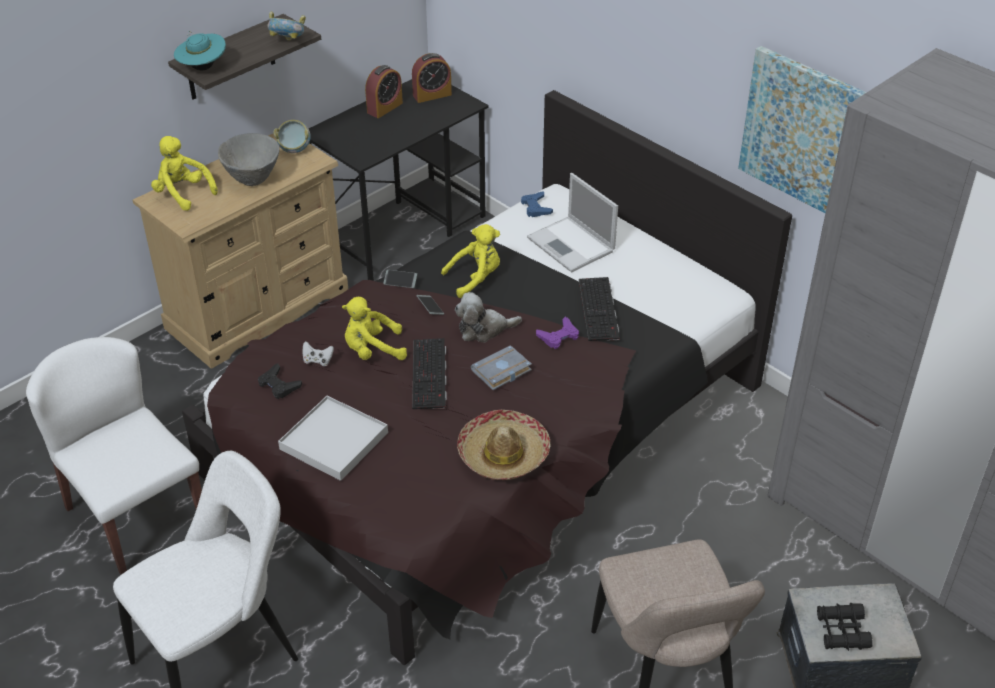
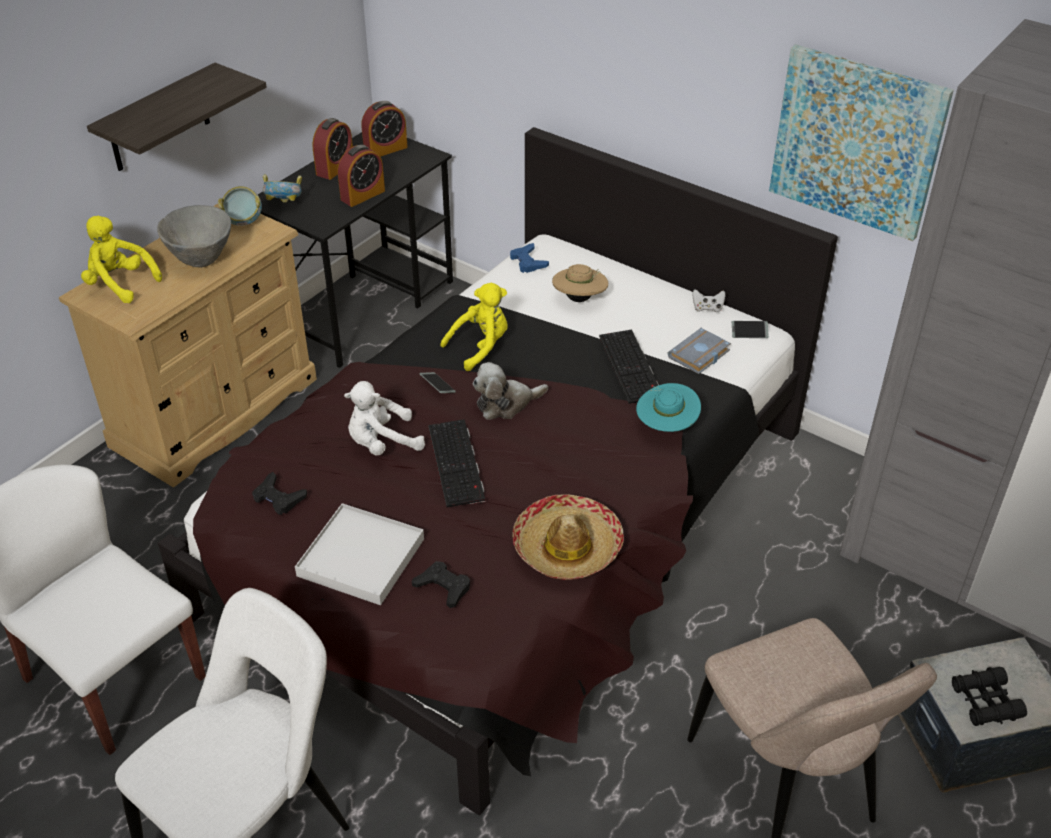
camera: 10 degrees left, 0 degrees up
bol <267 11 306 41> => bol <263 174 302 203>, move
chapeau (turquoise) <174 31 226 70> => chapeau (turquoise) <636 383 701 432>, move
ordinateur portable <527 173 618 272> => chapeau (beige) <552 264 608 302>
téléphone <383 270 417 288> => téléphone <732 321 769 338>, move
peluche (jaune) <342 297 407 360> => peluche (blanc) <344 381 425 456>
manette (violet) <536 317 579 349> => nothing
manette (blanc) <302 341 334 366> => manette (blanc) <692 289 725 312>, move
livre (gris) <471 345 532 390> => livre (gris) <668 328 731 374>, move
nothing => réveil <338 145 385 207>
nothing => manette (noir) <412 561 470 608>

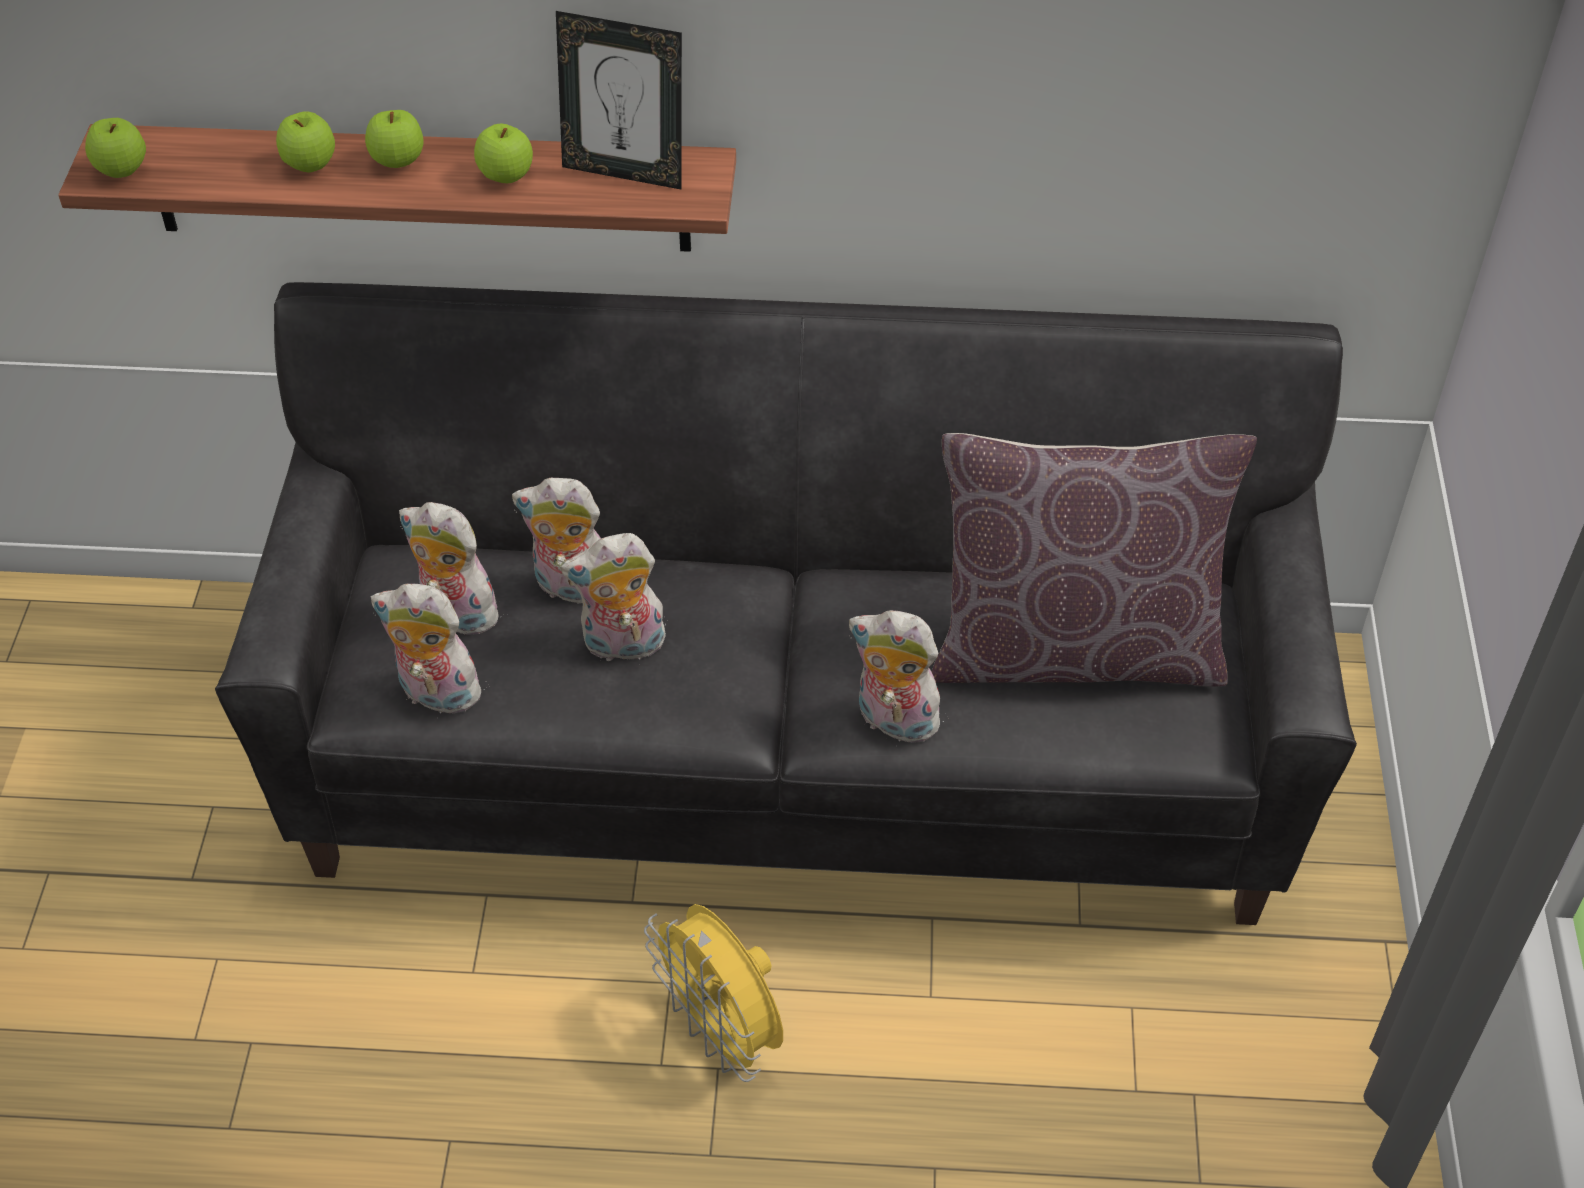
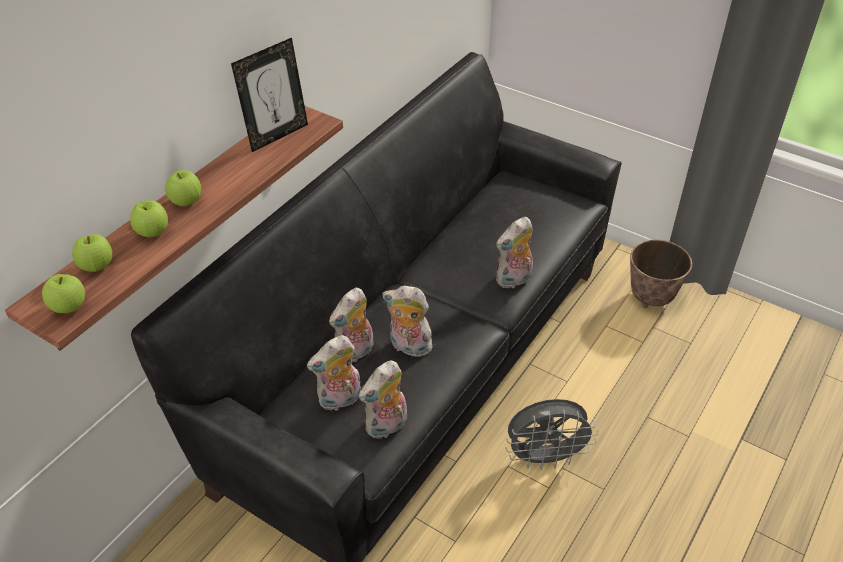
camera: 60 degrees left, 5 degrees down
pomme <474 123 533 183> => pomme <72 234 113 272>, move
coussin (marron) <932 433 1257 687> => nothing
peluche <561 533 666 665> => peluche <382 285 432 357>, 90 degrees clockwise
ventilateur (jaune) <644 904 783 1082> => ventilateur (gris) <505 399 598 470>
nothing => cache-pot <630 240 692 308>

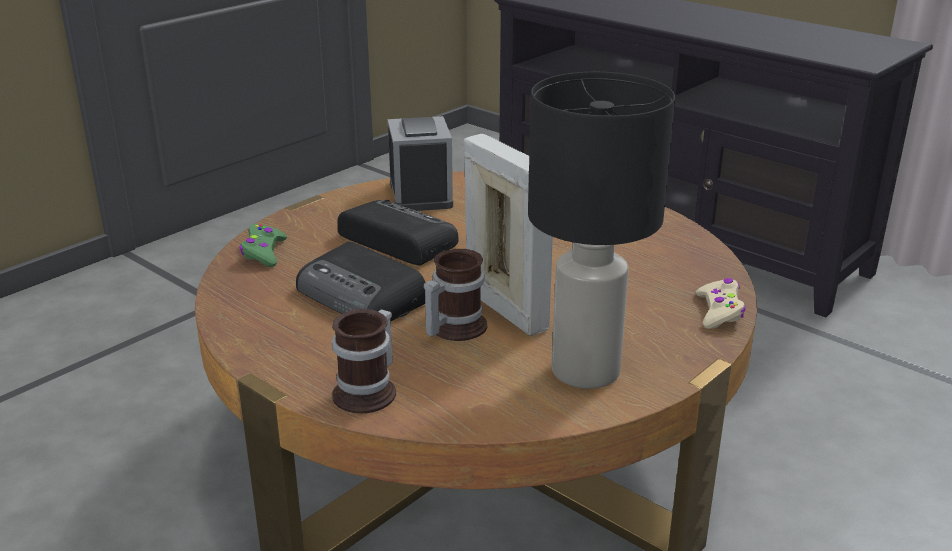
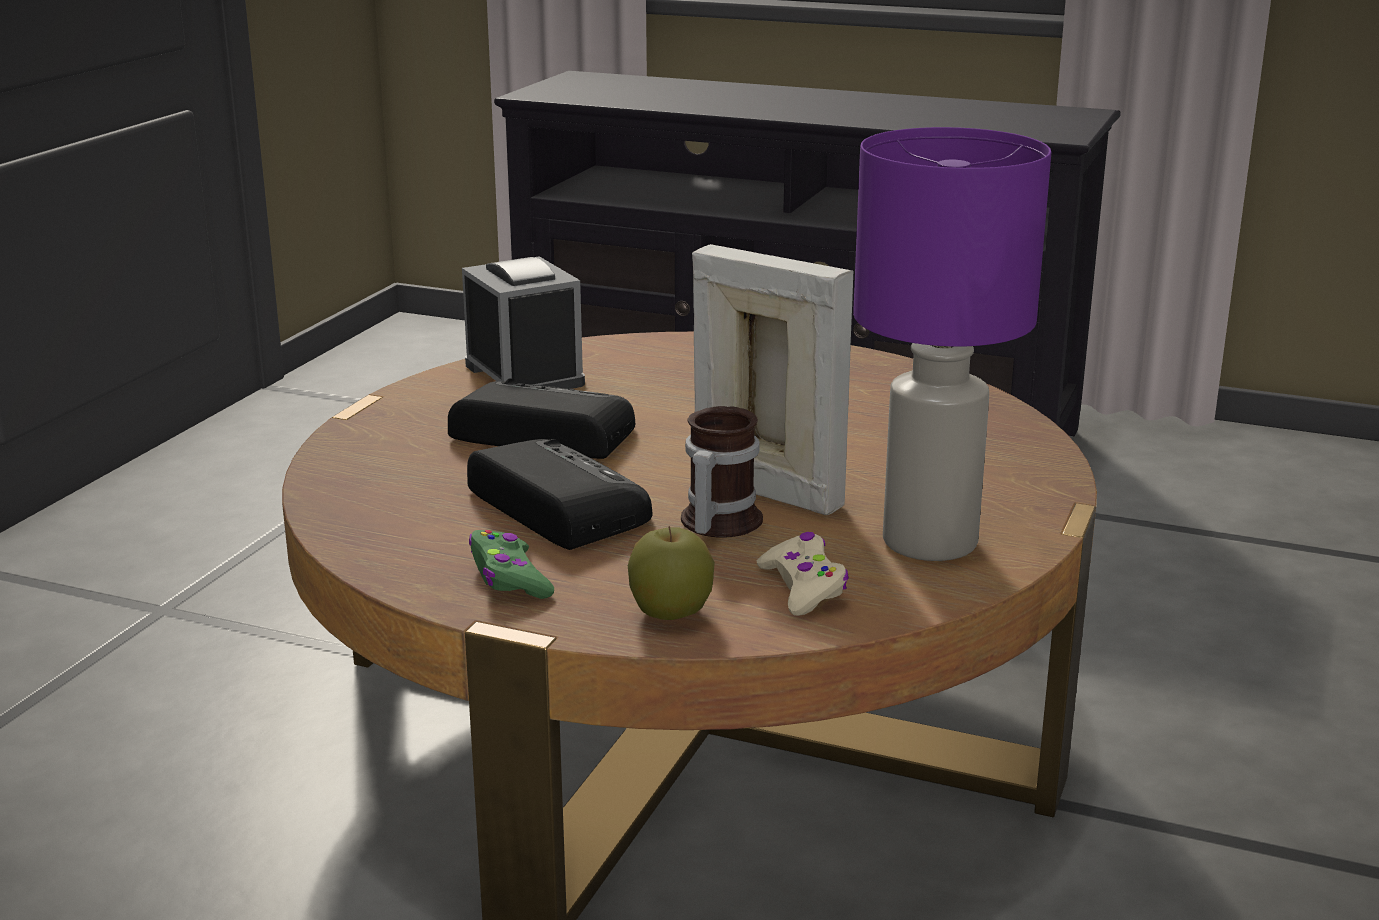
camera: 20 degrees left, 5 degrees down
lampe de table (noir) <528 72 675 389> => lampe de table (violet) <853 127 1051 561>
manette (vert) <239 224 287 267> => manette (vert) <469 530 554 599>, move
radio <296 242 426 321> => radio <467 439 652 550>, 150 degrees counterclockwise
manette (beige) <696 278 745 329> => manette (beige) <757 532 849 616>, move
mug <332 309 396 414> => pomme <628 526 715 620>

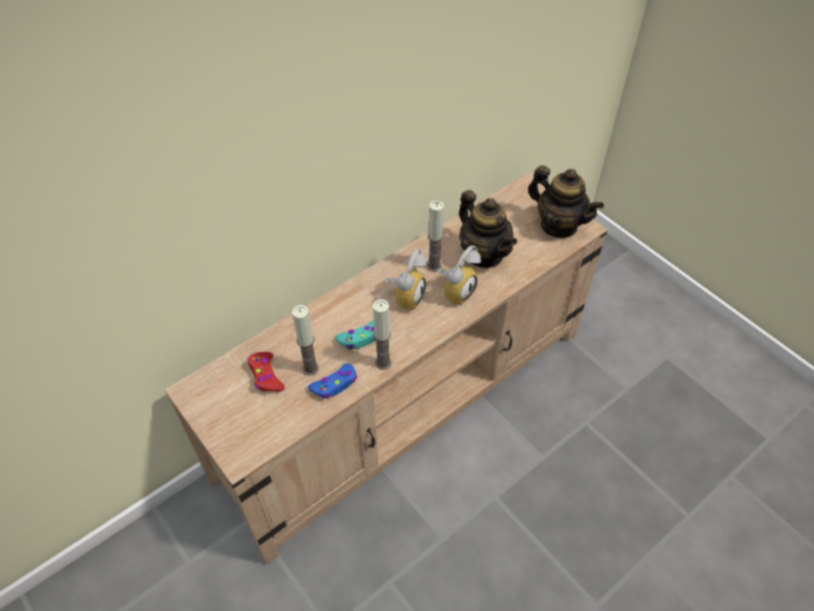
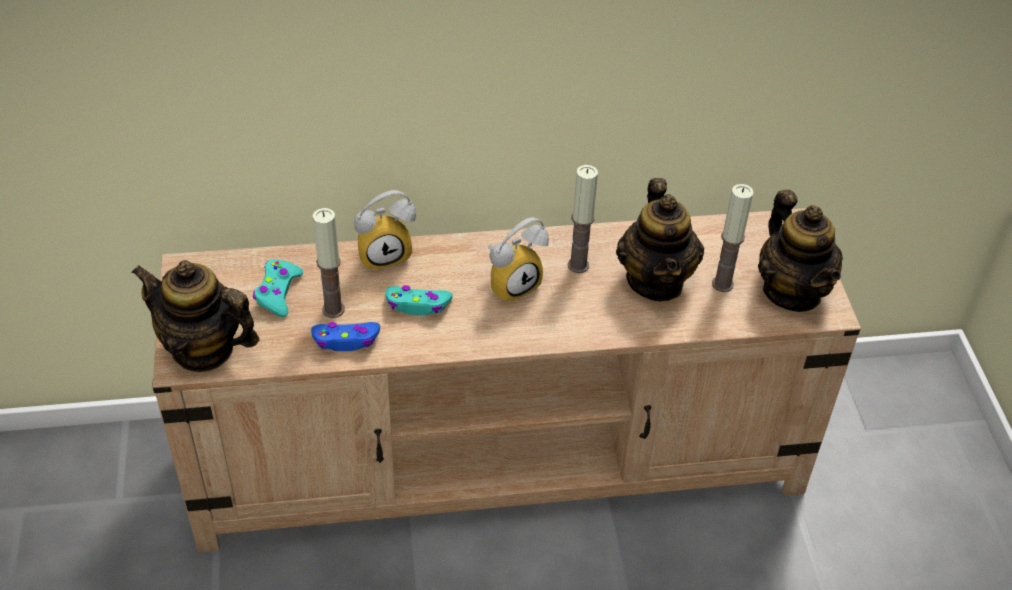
camera: 30 degrees right, 5 degrees down
réveil <438 246 481 305> => réveil <354 190 416 272>, move
bougie <373 299 392 370> => bougie <712 184 754 292>, move
manette (rouge) <248 352 285 392> => manette (turquoise) <253 259 303 317>
nothing => théière <131 260 259 372>

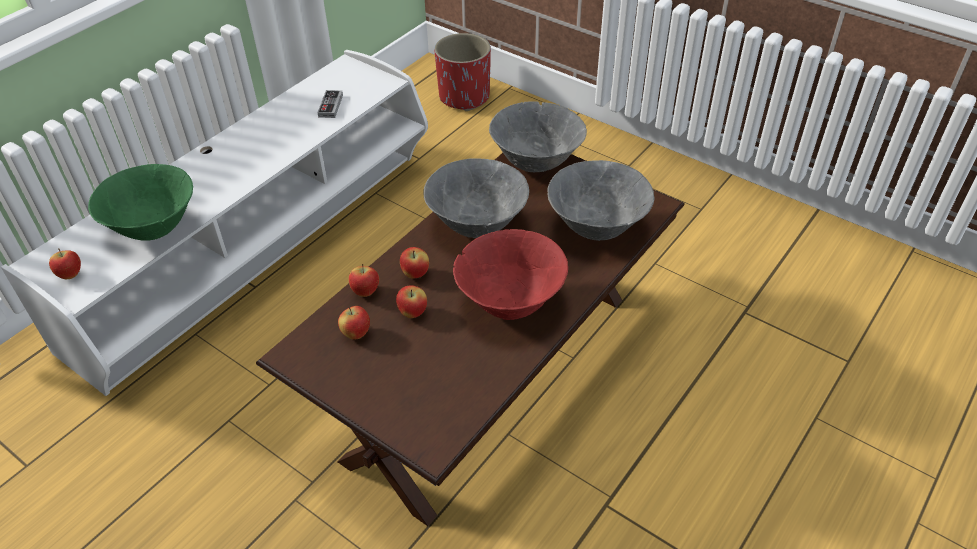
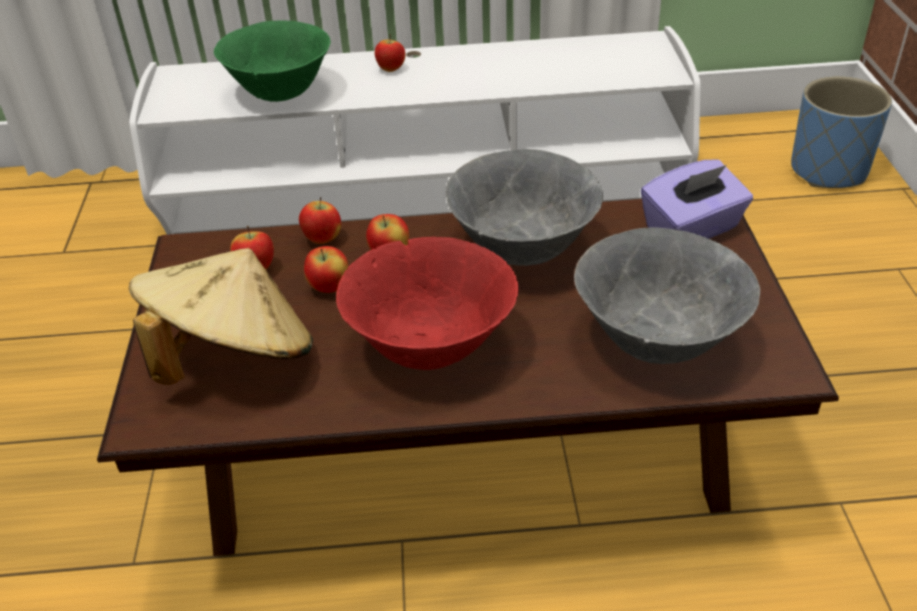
camera: 50 degrees right, 5 degrees down
cache-pot (rouge) <434 33 491 111> => cache-pot (bleu) <791 76 892 188>
manette <317 90 343 118> => nothing
bol (gris) <489 101 587 172> => boîte à mouchoirs (violet) <641 160 753 239>
pomme <49 248 81 279> => pomme <375 34 405 72>, move
nothing => chapeau (beige) <128 248 313 385>

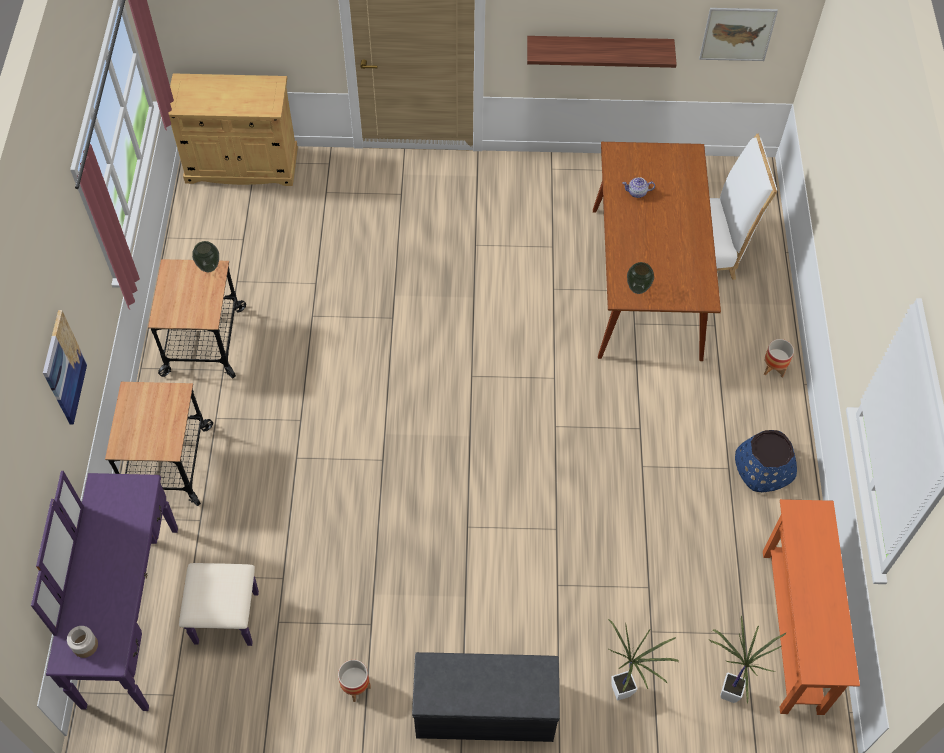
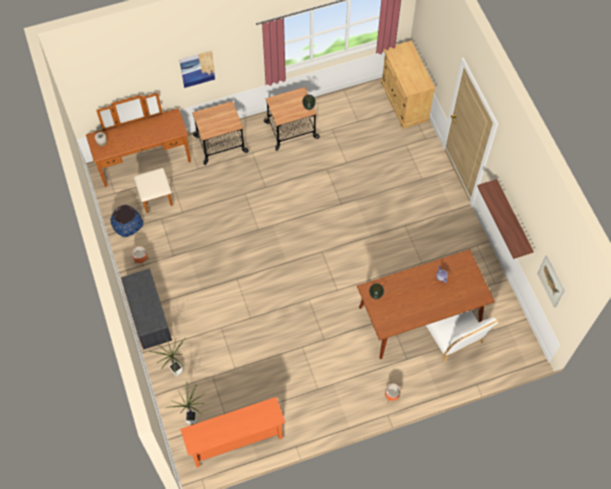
camera: 70 degrees right, 5 degrees up
cache-pot (bleu) <735 430 797 492> => cache-pot (bleu) <110 205 143 237>, move
commode (violet) <31 471 259 711> => commode (marron) <86 93 191 213>

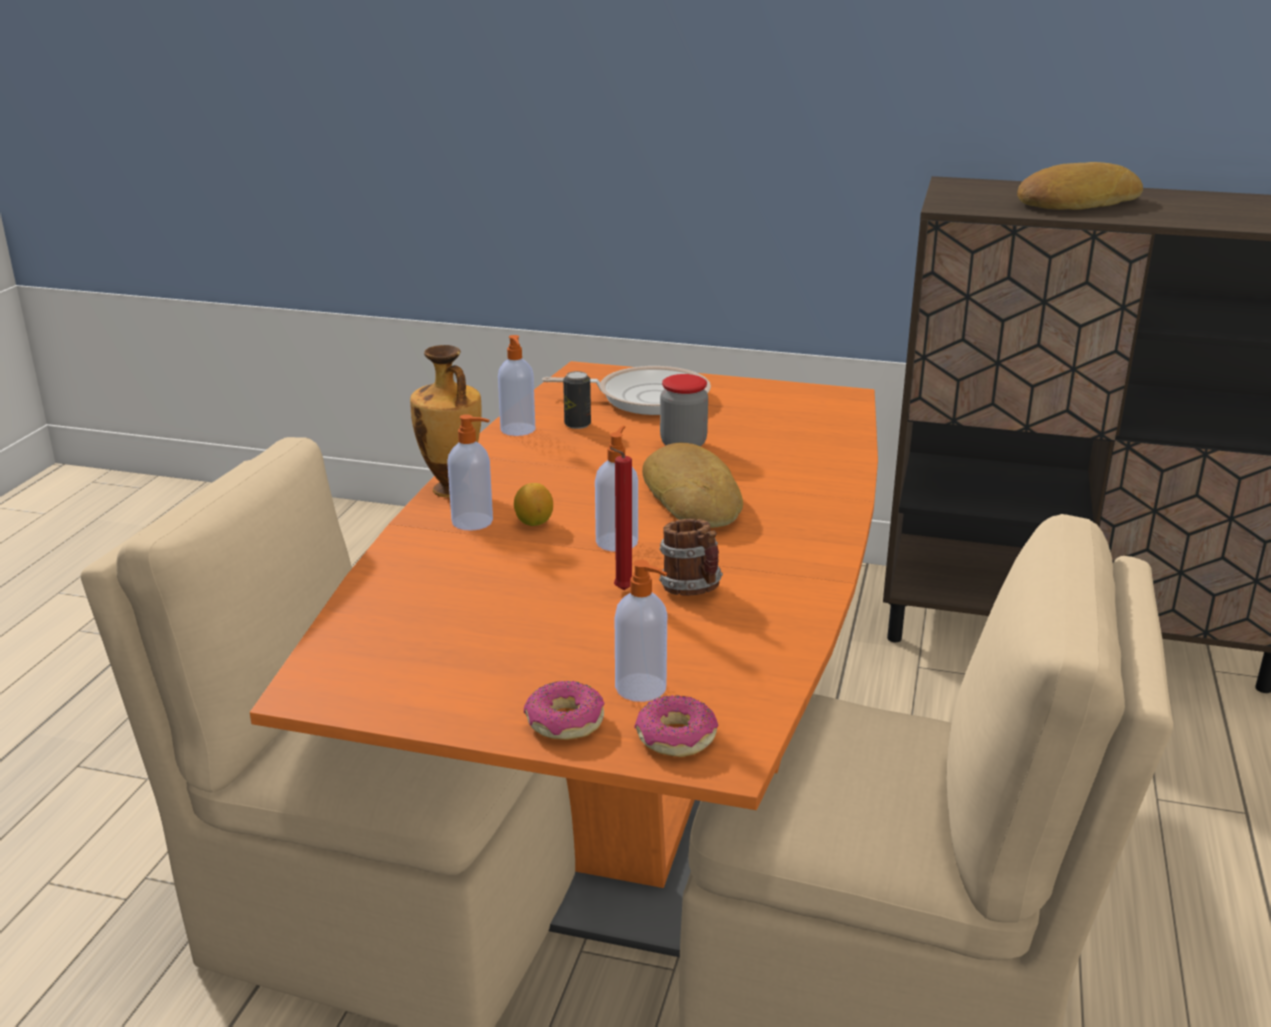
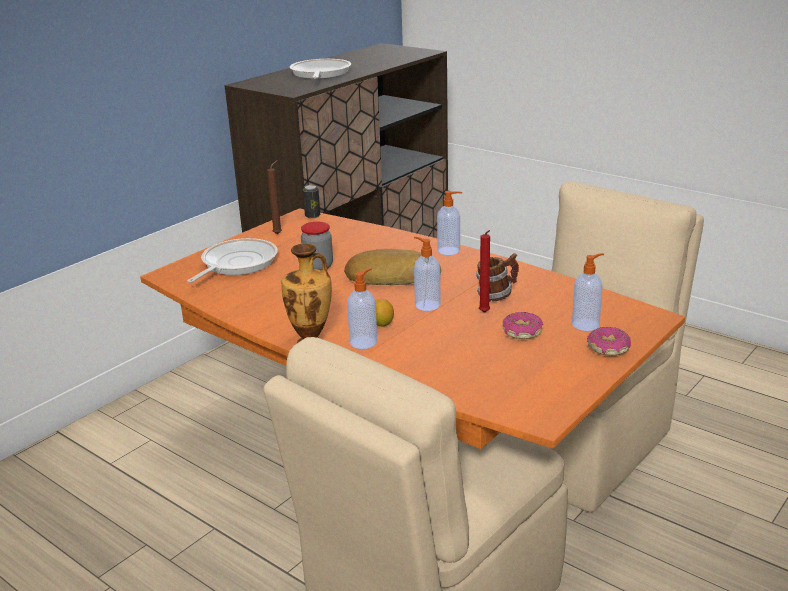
camera: 65 degrees left, 0 degrees up
pain <1017 162 1143 210> => poêle <290 59 351 79>
distributeur de savon <498 335 535 436> => distributeur de savon <437 191 462 255>, move
boîte métallique <563 371 591 429> => boîte métallique <303 185 320 218>, move
beignet <634 695 718 757> => beignet <503 312 543 339>, move
nothing => bougie (marron) <267 160 282 234>

